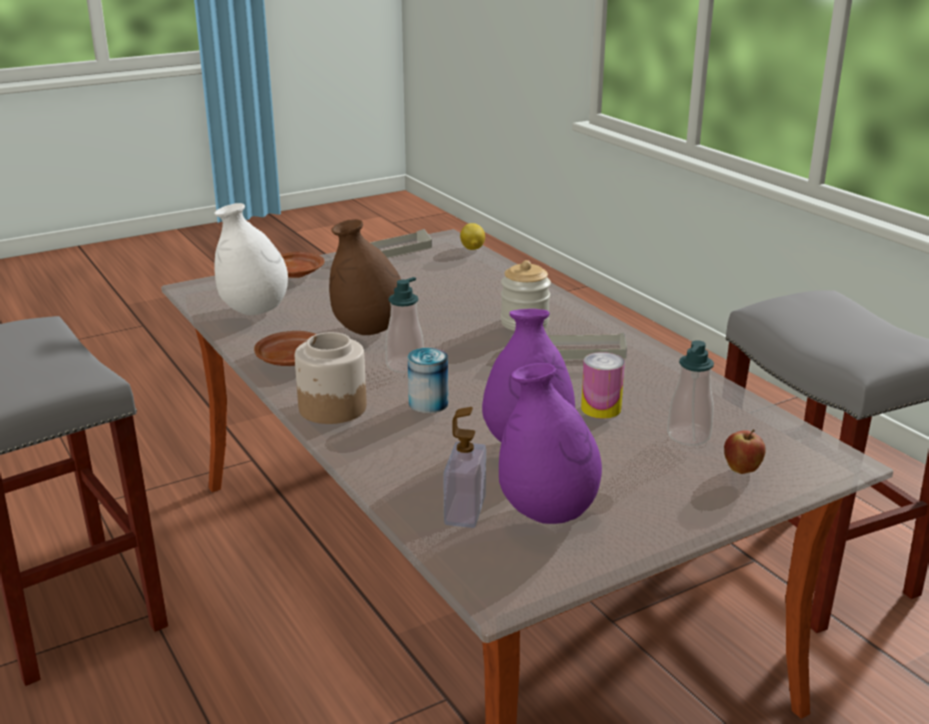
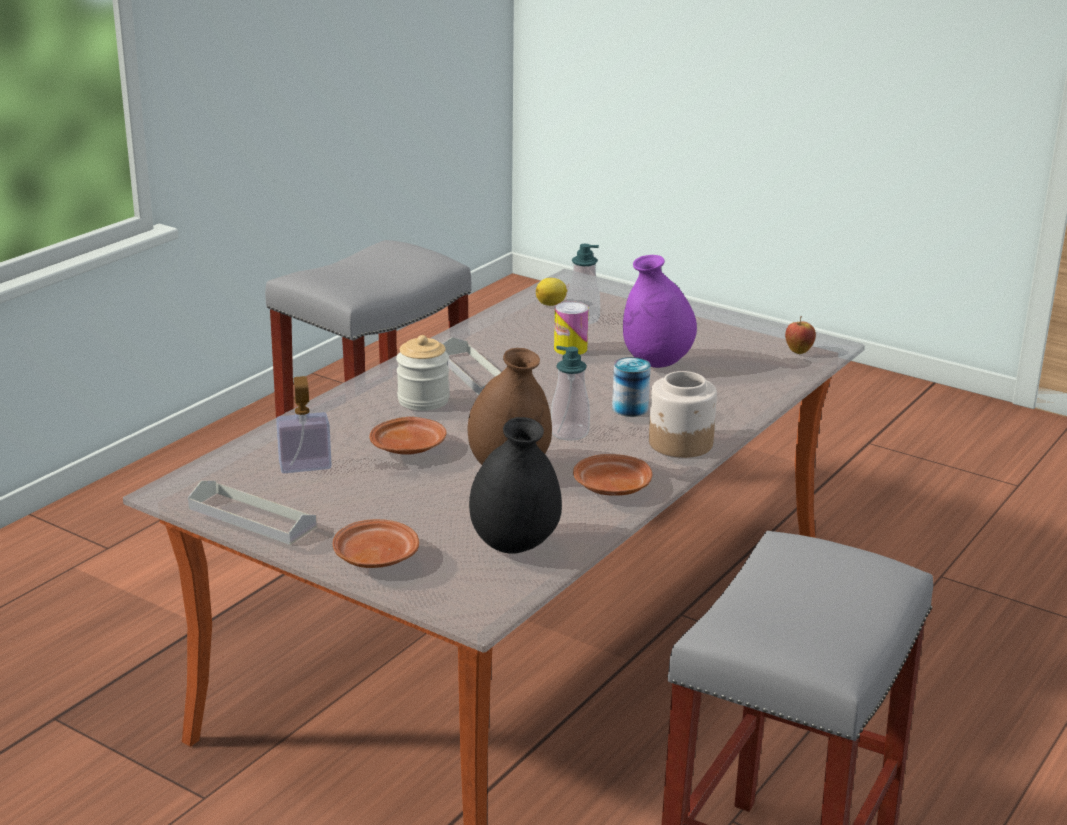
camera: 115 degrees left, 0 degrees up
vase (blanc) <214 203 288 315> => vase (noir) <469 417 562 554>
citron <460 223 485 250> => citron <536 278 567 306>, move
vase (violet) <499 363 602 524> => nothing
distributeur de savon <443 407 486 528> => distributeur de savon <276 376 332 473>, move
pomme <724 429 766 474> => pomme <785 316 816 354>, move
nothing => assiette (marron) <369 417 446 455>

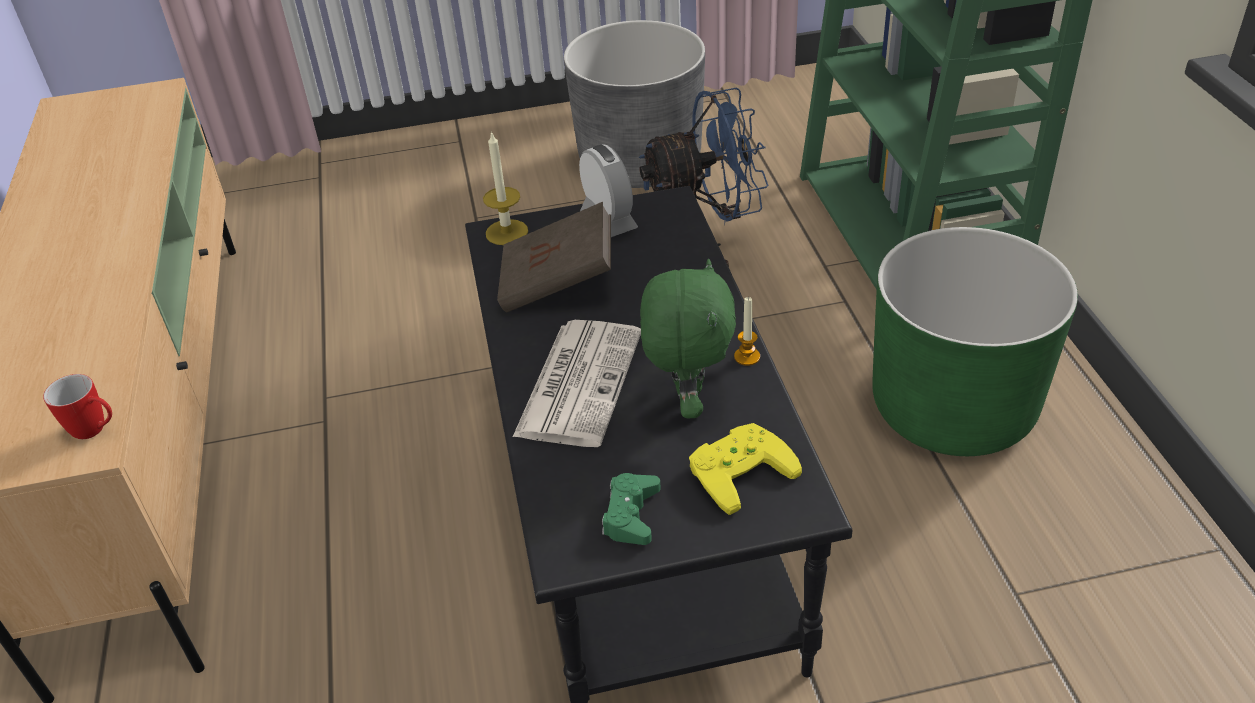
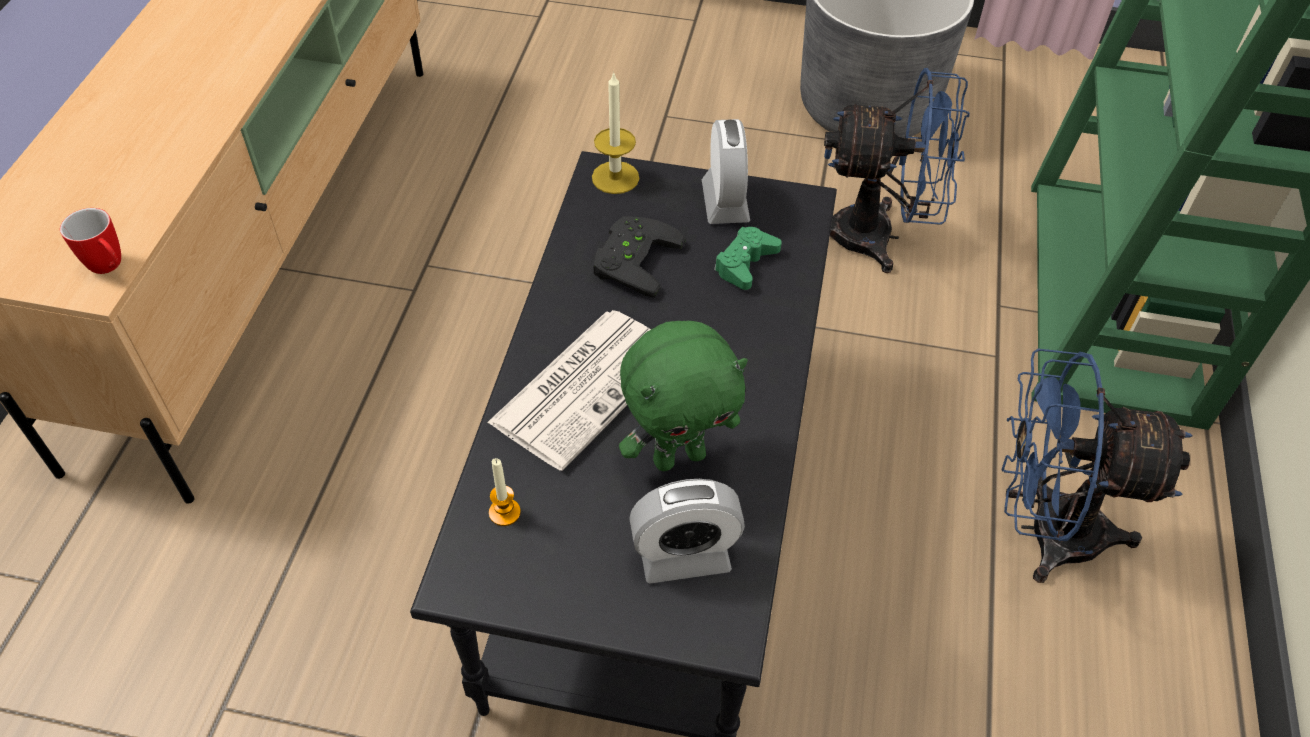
camera: 20 degrees right, 10 degrees up
livre (marron) <497 202 611 312> => manette (noir) <593 216 685 297>
cache-pot (vert) <873 227 1078 456> => ventilateur (bleu) <1002 349 1193 583>
peluche (vert) <640 258 736 418> => peluche (vert) <619 321 748 471>, 45 degrees clockwise
bougie <734 297 760 366> => bougie <489 458 521 526>, move
manette (jaune) <689 423 802 515> => réveil <629 479 745 584>
manette (vert) <602 473 661 545> => manette (vert) <714 227 782 290>, move

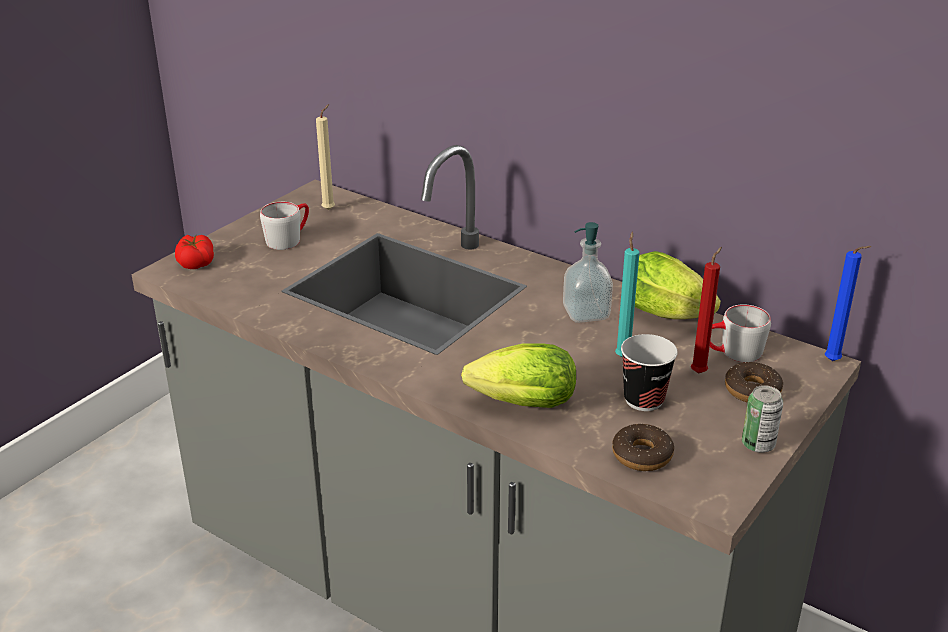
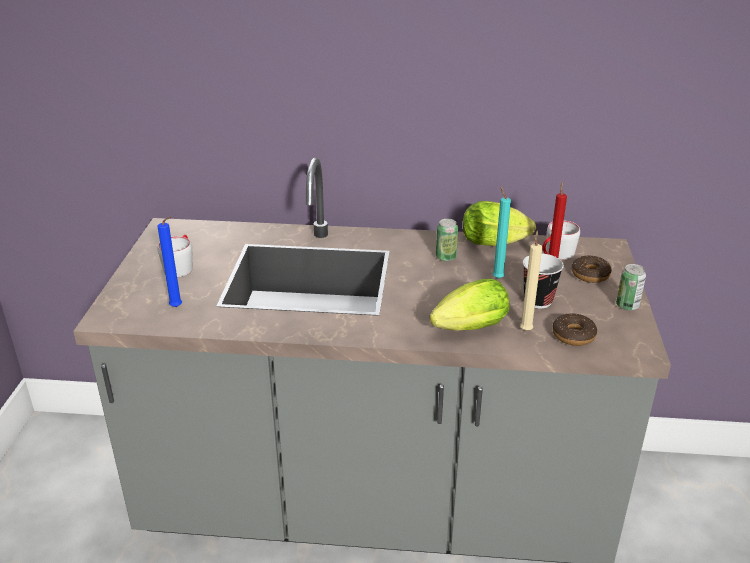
camera: 30 degrees left, 0 degrees up
bougie (beige) <316 104 335 210> => bougie (beige) <520 231 542 331>, move
distributeur de savon <563 222 613 323> => boîte métallique <436 219 458 262>
tomate <175 235 214 269> => nothing
bougie (bleu) <825 246 871 361> => bougie (bleu) <158 216 182 307>, move

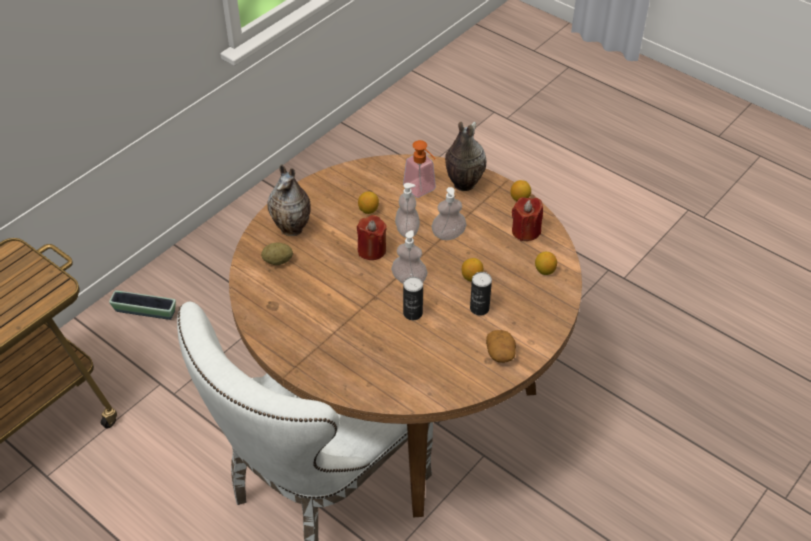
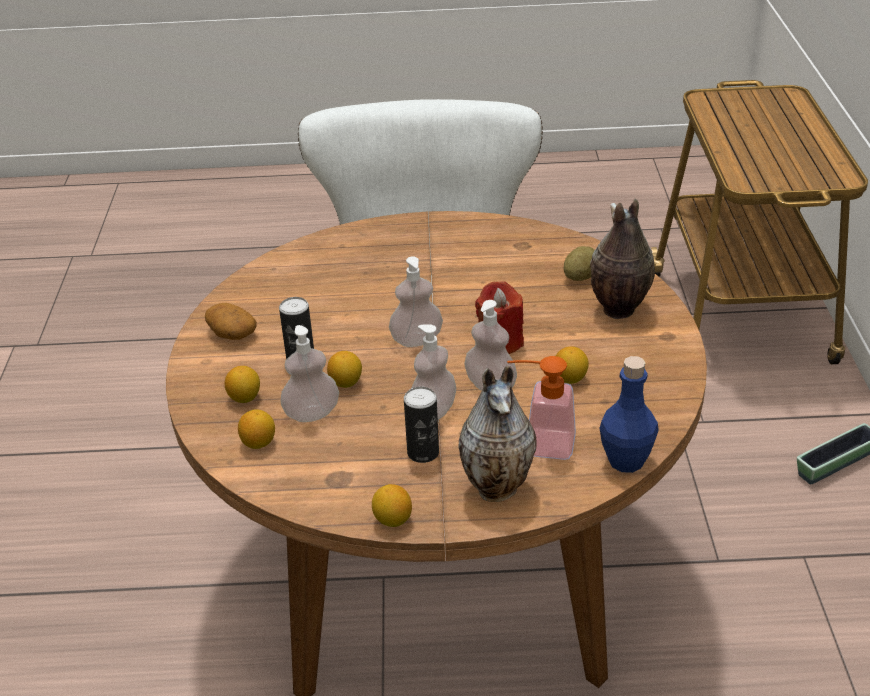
camera: 140 degrees right, 10 degrees down
bougie (rouge) <512 197 543 241> => nothing
boîte métallique <403 277 423 320> => boîte métallique <404 386 439 463>, move
nothing => distributeur de savon <280 325 339 422>
nothing => bouteille (bleu) <599 356 659 473>
nothing => citron <225 366 260 403>

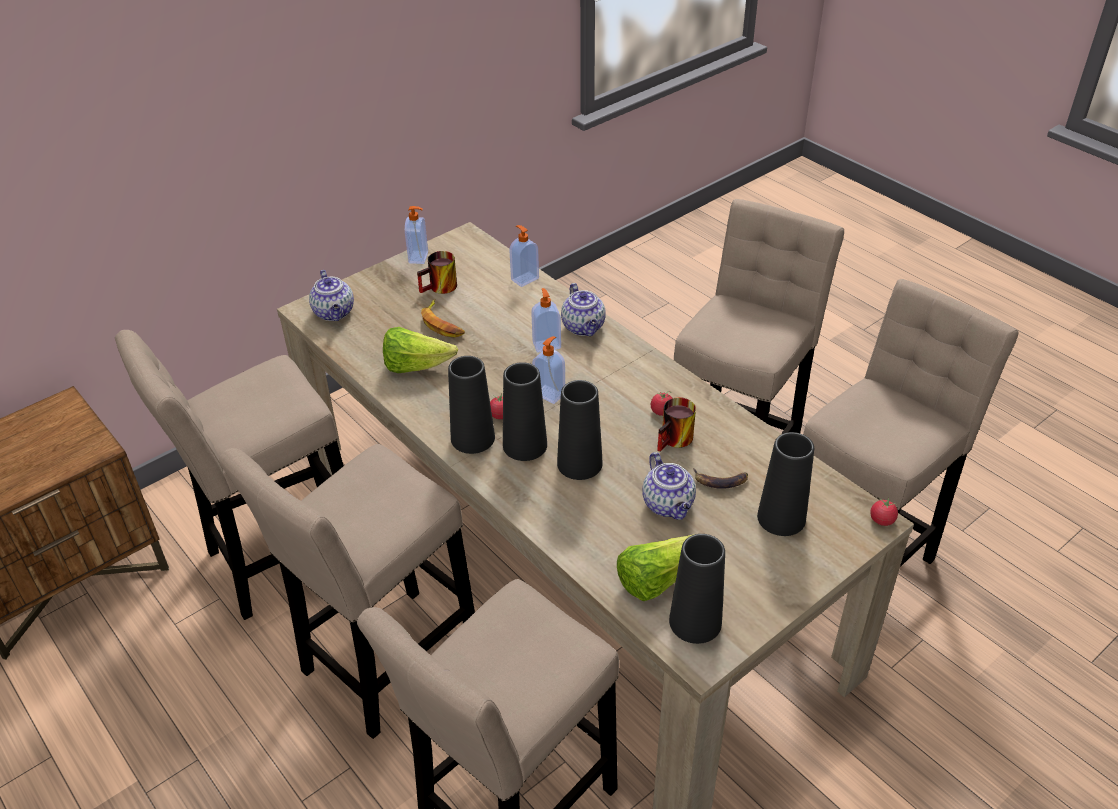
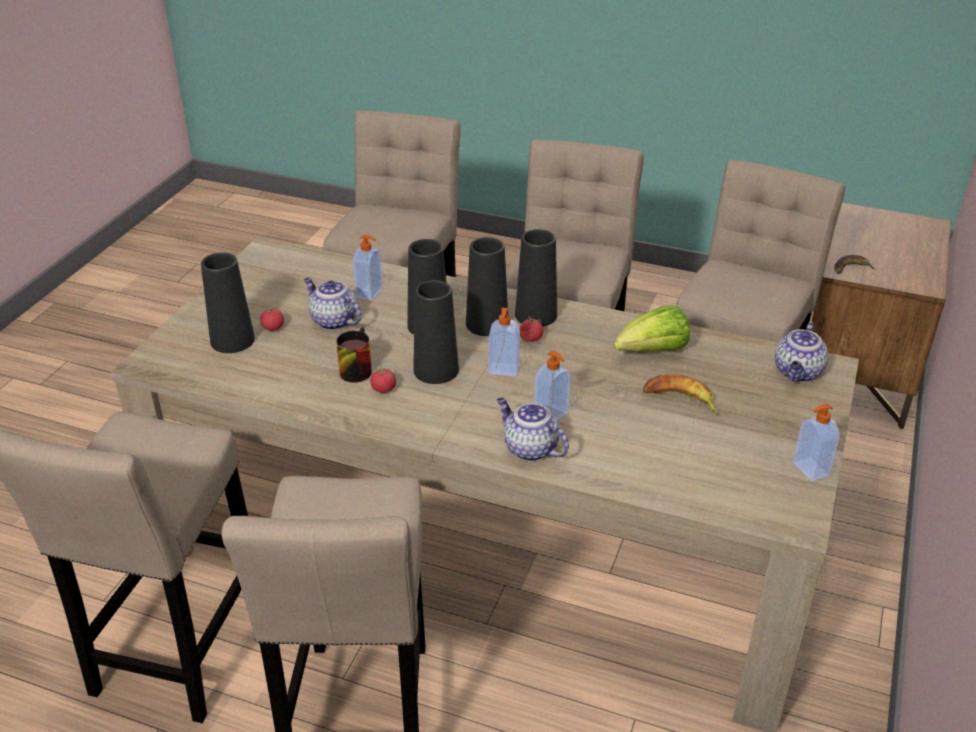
camera: 150 degrees right, 5 degrees down
distributeur de savon <509 225 539 287> => distributeur de savon <353 235 383 301>, move
mug <417 251 457 294> => nothing
théière <309 270 354 321> => théière <775 322 828 382>, 105 degrees counterclockwise
banane <693 468 748 489> => banane <834 255 875 274>, move
tomate <870 497 898 526> => tomate <260 306 284 331>, move
vase (noir) <669 534 725 644> => vase (noir) <413 280 459 384>, move
laitue <617 535 692 601> => nothing

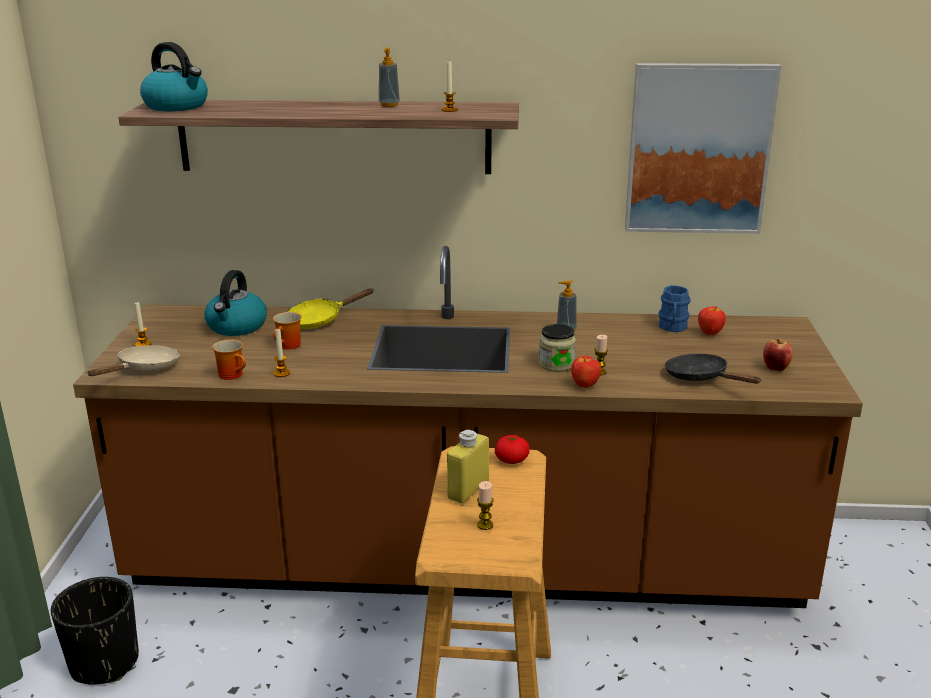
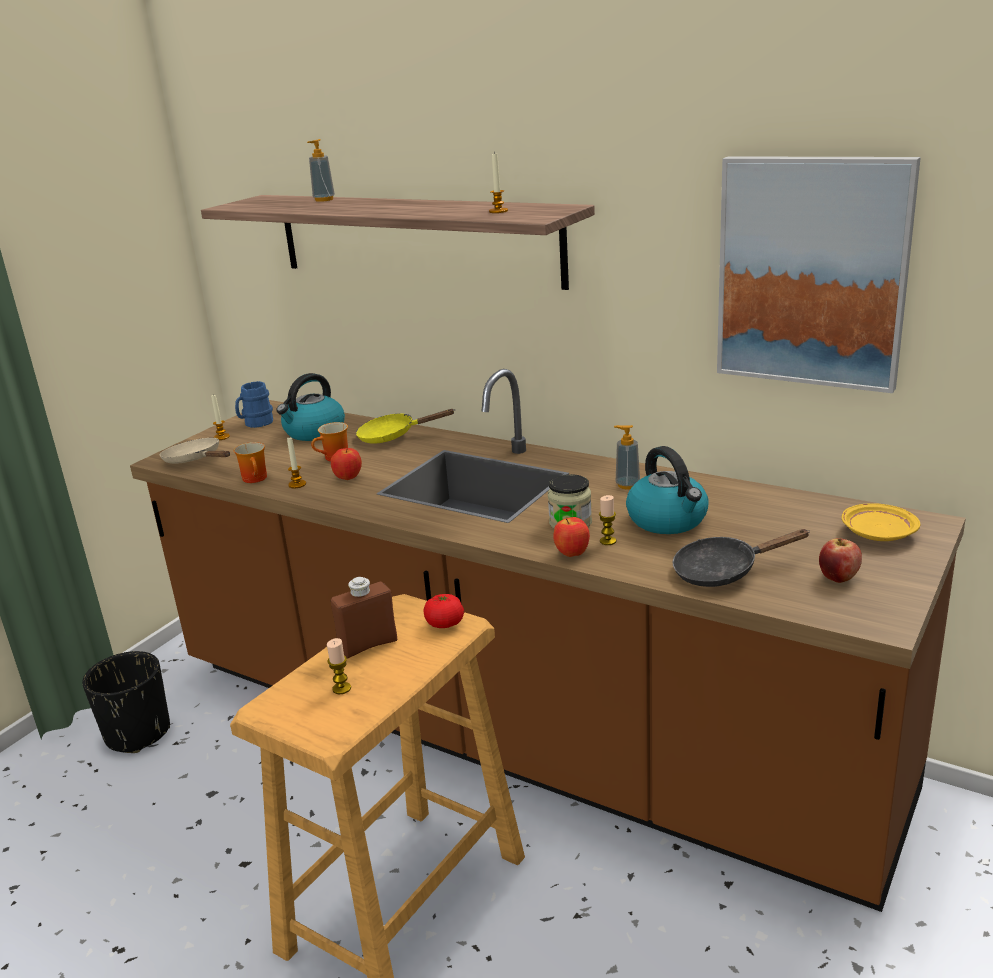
camera: 30 degrees right, 0 degrees up
bouilloire <140 42 208 111> => bouilloire <626 446 709 534>, move
distributeur de savon <379 47 400 107> => distributeur de savon <307 139 335 202>, move
mug (bleu) <658 285 691 332> => mug (bleu) <235 381 273 428>, move
pomme <698 306 725 335> => pomme <331 448 362 480>, move
poêle (beige) <87 345 180 376> => poêle (beige) <160 438 230 464>, 105 degrees counterclockwise
poêle (noir) <665 354 761 384> => poêle (noir) <673 529 810 587>, 90 degrees counterclockwise
bouteille (jaune) <447 430 489 503> => bouteille (marron) <331 577 397 659>
nothing => assiette (jaune) <842 503 920 541>

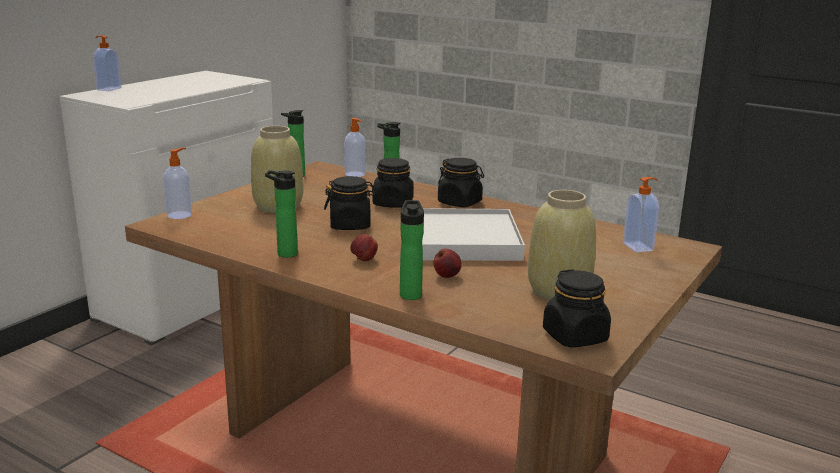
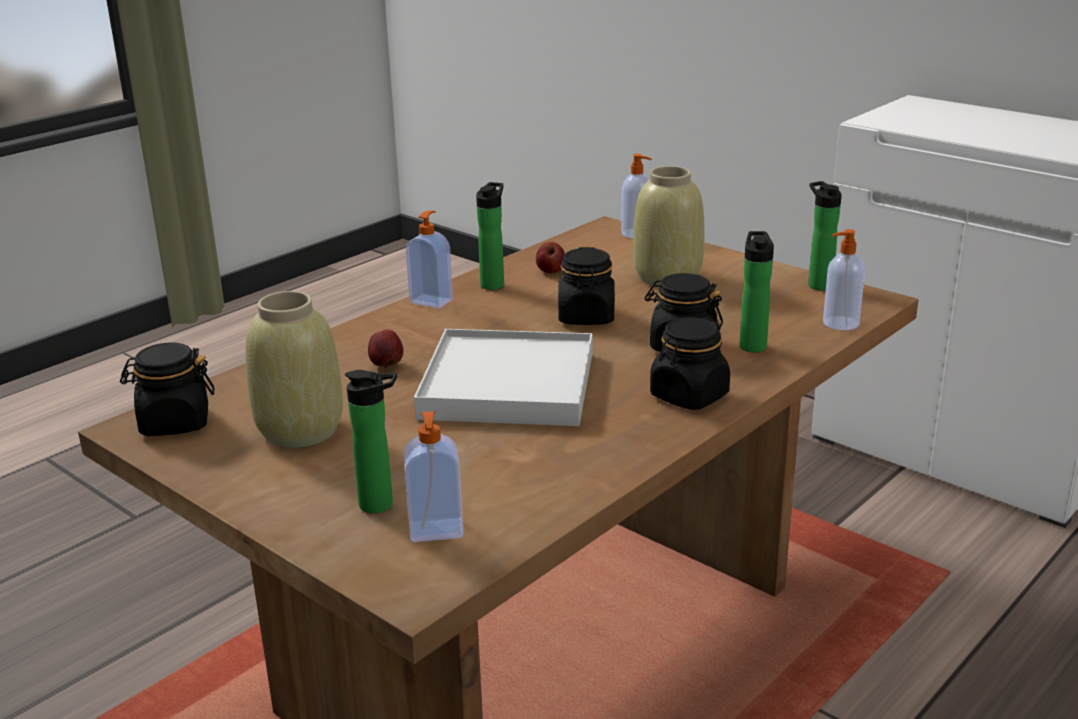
camera: 100 degrees right, 5 degrees up
distributeur de savon <93 36 121 91> => distributeur de savon <406 210 453 309>, move
bouteille <400 200 424 300> => bouteille <345 370 397 513>, move
pomme <350 234 378 261> => pomme <536 242 565 273>, move

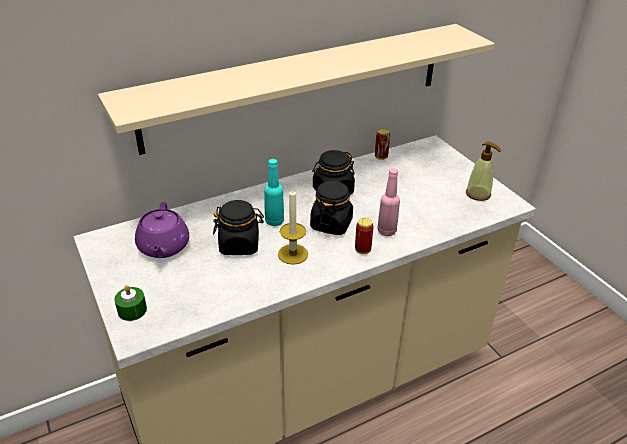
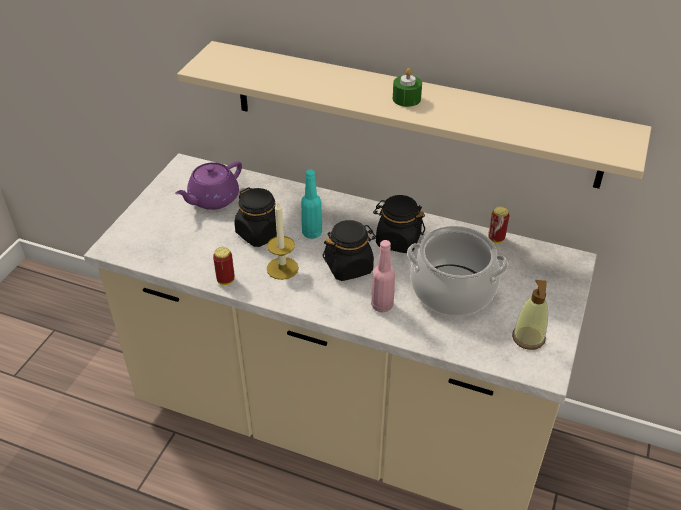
camera: 50 degrees right, 5 degrees up
boîte métallique <355 218 374 254> => boîte métallique <213 247 235 285>, move
bougie (vert) <114 285 147 321> => bougie (vert) <393 68 422 107>, move
nothing => marmite <407 226 508 316>

